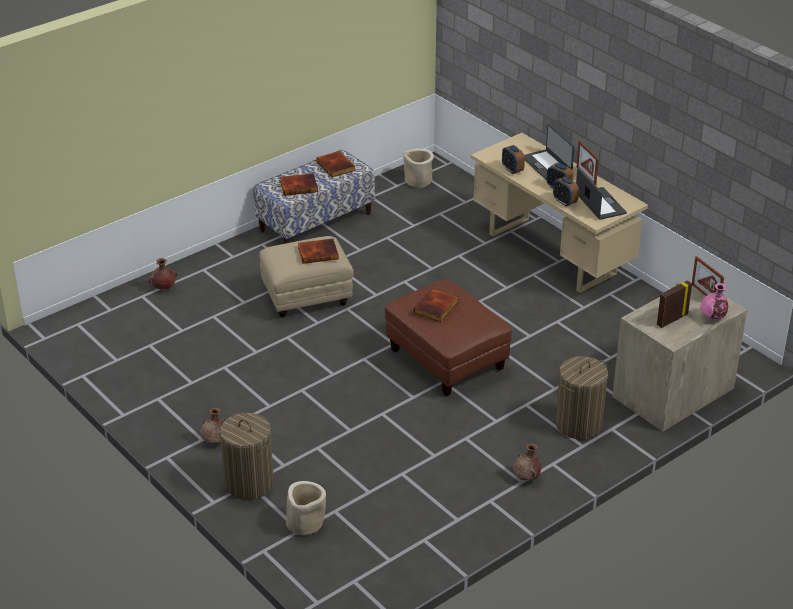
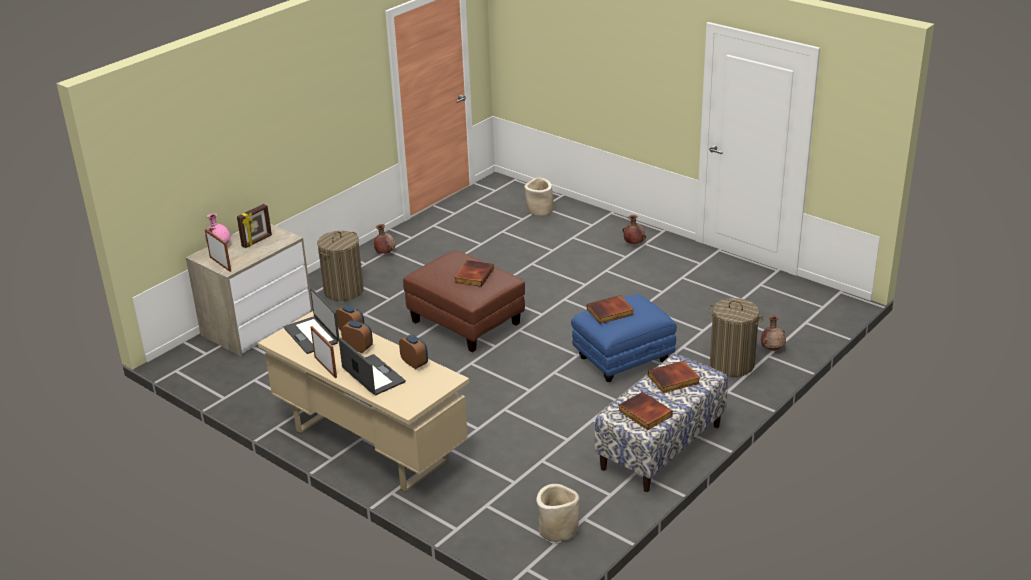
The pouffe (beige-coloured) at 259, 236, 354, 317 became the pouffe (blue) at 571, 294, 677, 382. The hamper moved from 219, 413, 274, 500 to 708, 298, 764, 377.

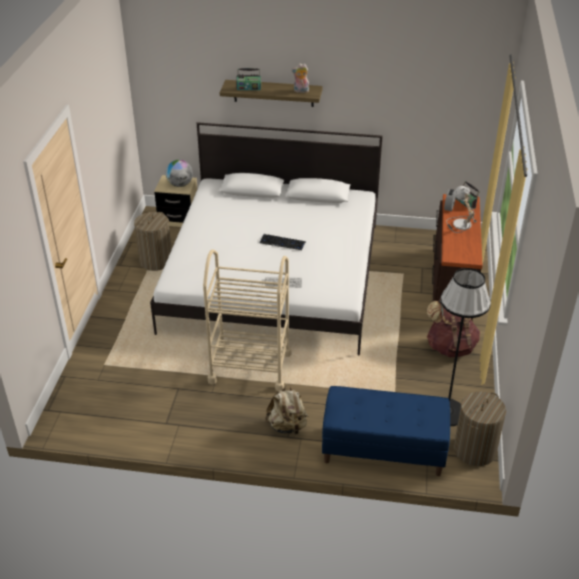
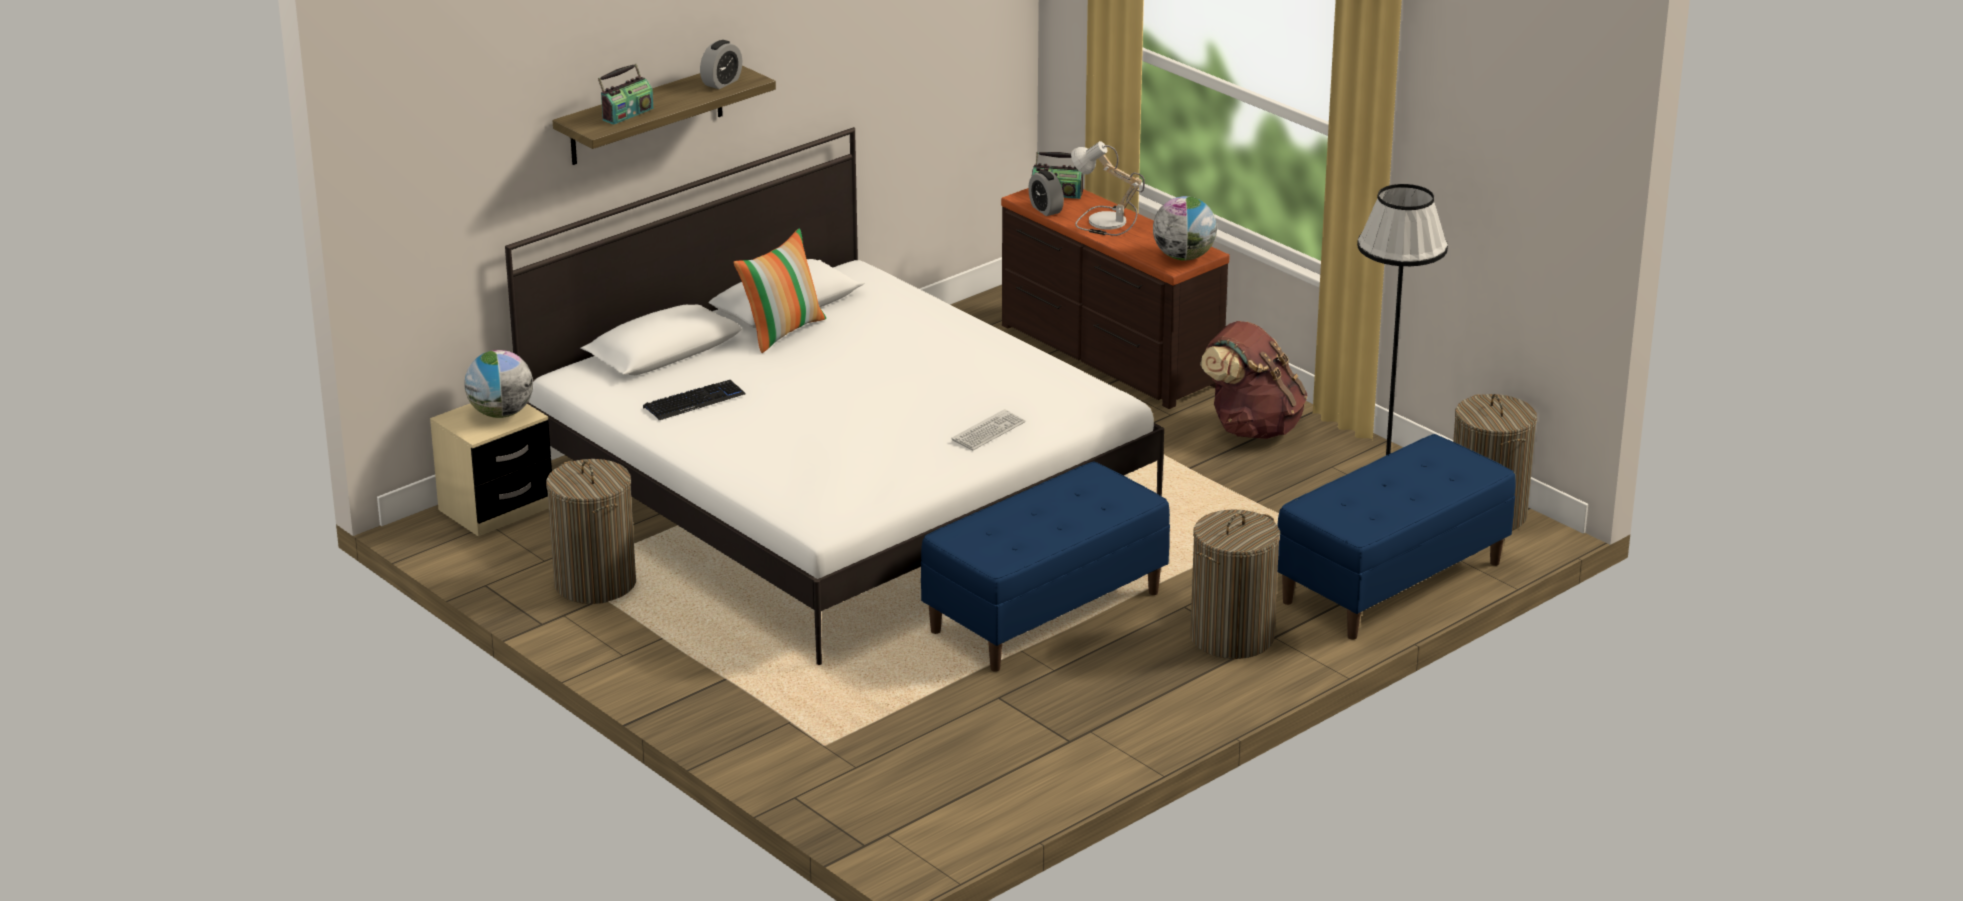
The PC keyboard moved from 260, 234, 306, 250 to 643, 380, 745, 420. The plush toy at 291, 63, 309, 94 was replaced by the bedside clock at 700, 40, 742, 89. The pillow at 733, 228, 826, 353 appeared. The trolley (beige-coloured) at 203, 249, 292, 391 was replaced by the long seat (blue) at 921, 461, 1170, 672. The world globe at 1153, 196, 1217, 261 appeared. The knapsack (beige-coloured) at 265, 384, 308, 435 was replaced by the hamper at 1190, 509, 1280, 659.

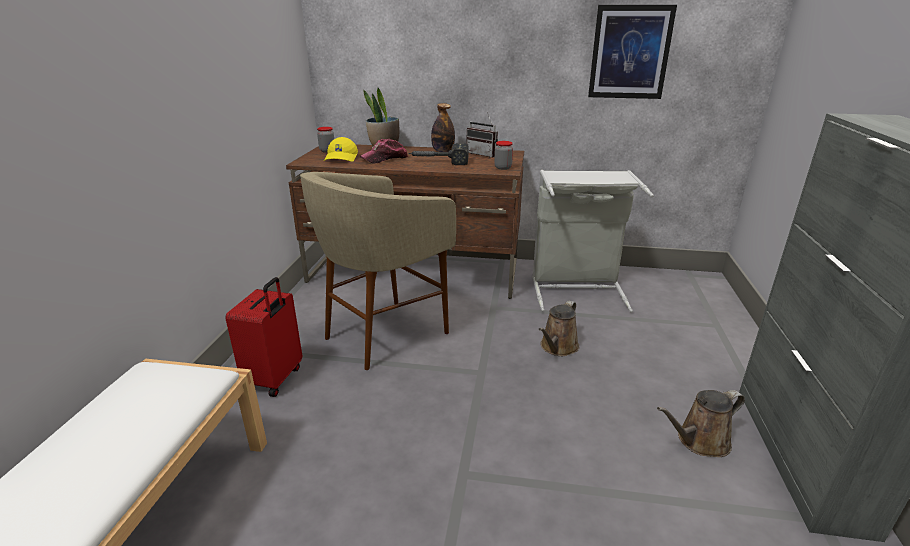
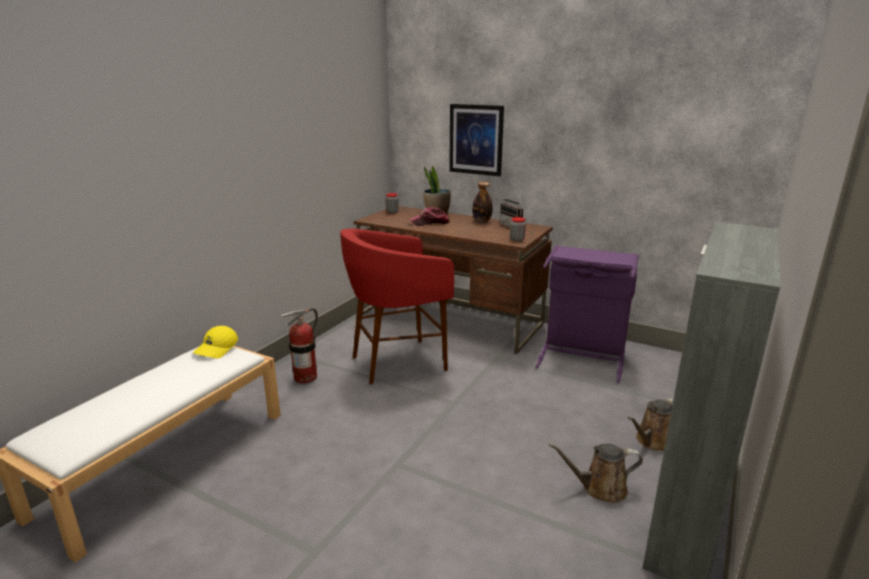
The baseball cap (yellowish) moved from 324, 137, 358, 162 to 193, 326, 238, 358. The suitcase (red) at 225, 277, 302, 397 was replaced by the fire-fighting cylinder at 280, 308, 318, 384. The stool (beige-coloured) at 300, 172, 456, 370 became the stool (red) at 340, 229, 454, 384. The wall picture moved from 588, 5, 677, 99 to 449, 104, 504, 176. The hamper (gray) at 532, 170, 654, 313 became the hamper (purplish) at 536, 245, 639, 383. The watering can (brown) moved from 538, 301, 579, 356 to 628, 397, 674, 451. The hammer at 408, 143, 468, 165 disappeared.

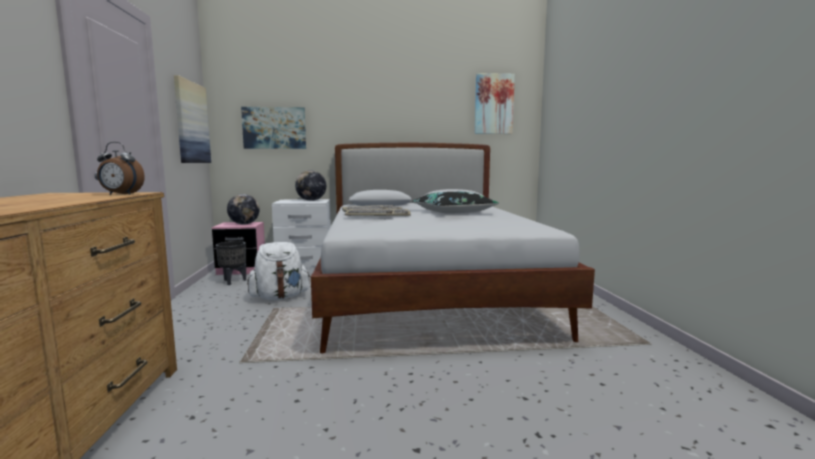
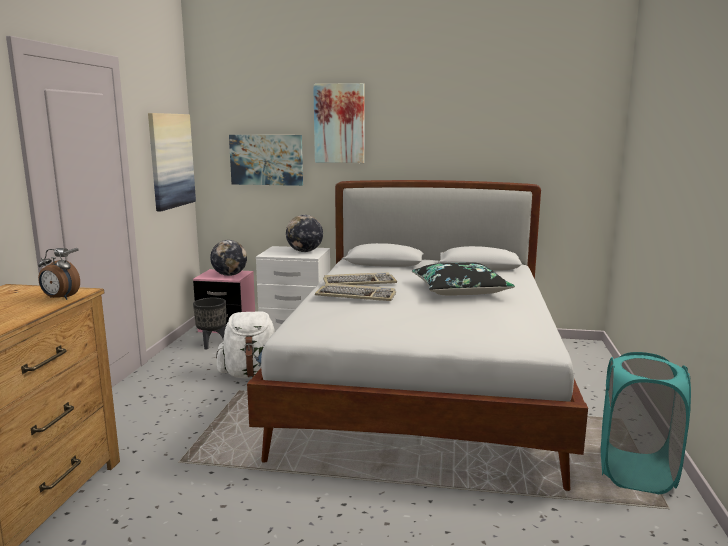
The wall picture moved from 475, 73, 515, 134 to 313, 83, 364, 163. The hamper (turquoise-coloured) at 601, 352, 691, 494 appeared.

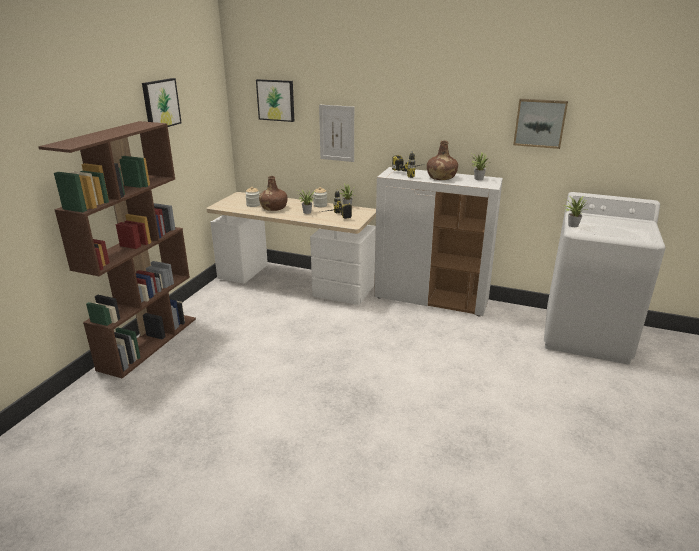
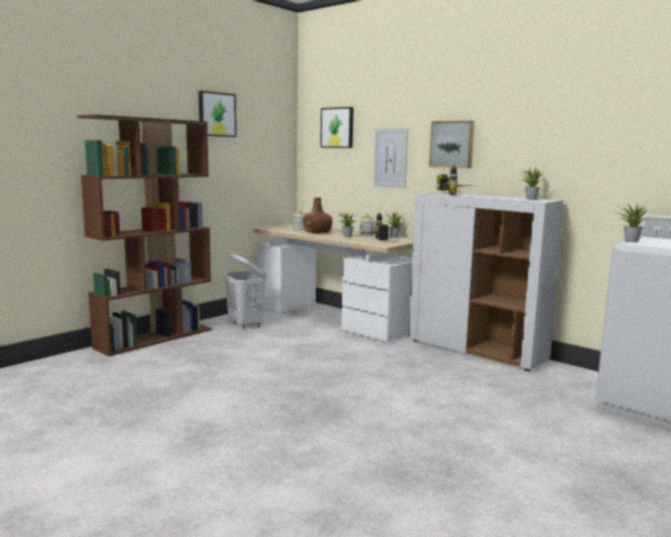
The hamper (white-coloured) at 224, 253, 267, 329 appeared. The wall picture moved from 513, 99, 568, 149 to 429, 121, 475, 168. The bottle (brown) at 427, 141, 458, 180 disappeared.

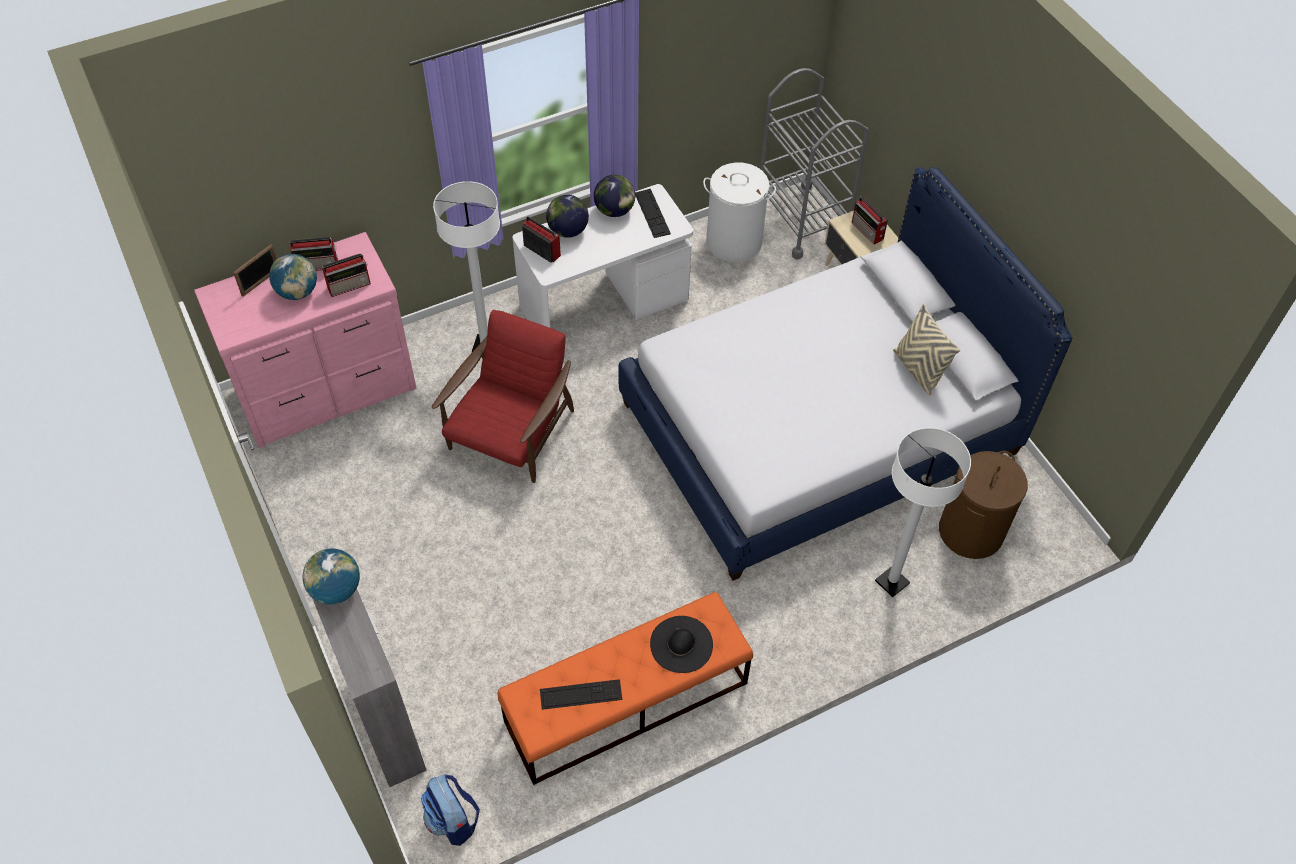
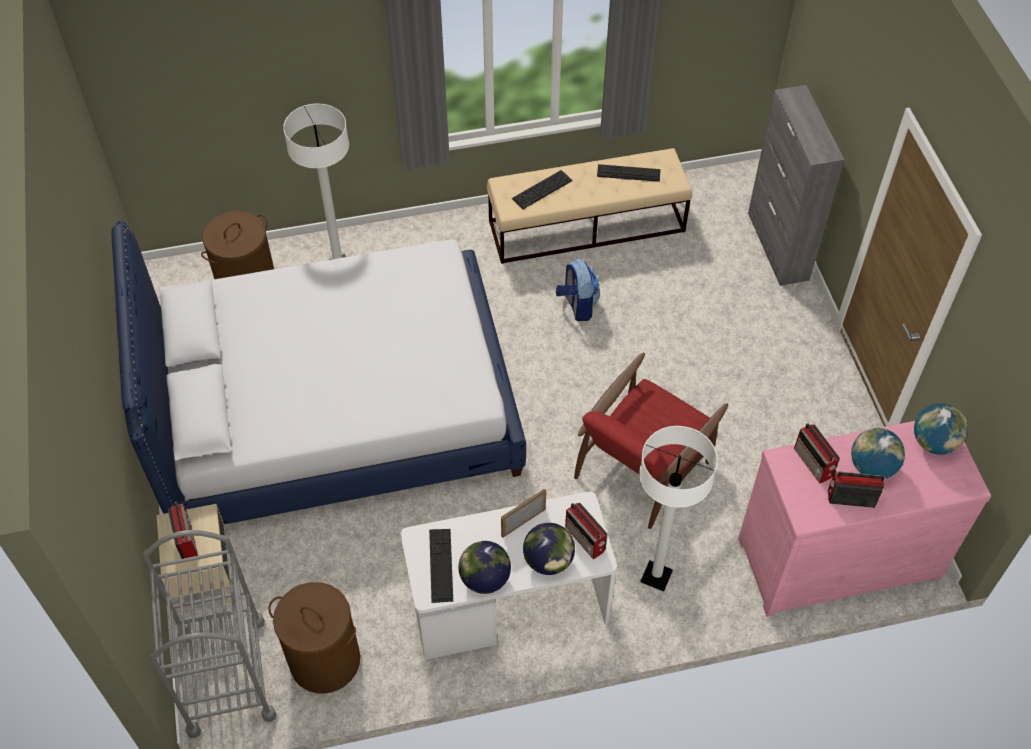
The hamper (white-coloured) at 703, 162, 776, 262 became the hamper (brown) at 269, 582, 360, 693. The long seat (orange-coloured) at 498, 592, 753, 785 became the long seat (beige-coloured) at 487, 148, 692, 264. The photo frame moved from 233, 244, 277, 297 to 501, 489, 546, 538. The wearable hat (black) at 650, 616, 713, 673 was replaced by the PC keyboard at 512, 170, 572, 209. The knapsack moved from 421, 774, 480, 846 to 556, 258, 600, 321. The radio set at 322, 254, 371, 297 turned 105 degrees counterclockwise. The world globe moved from 302, 548, 360, 604 to 914, 403, 968, 455. The pillow (beige-coloured) at 893, 304, 960, 396 disappeared.

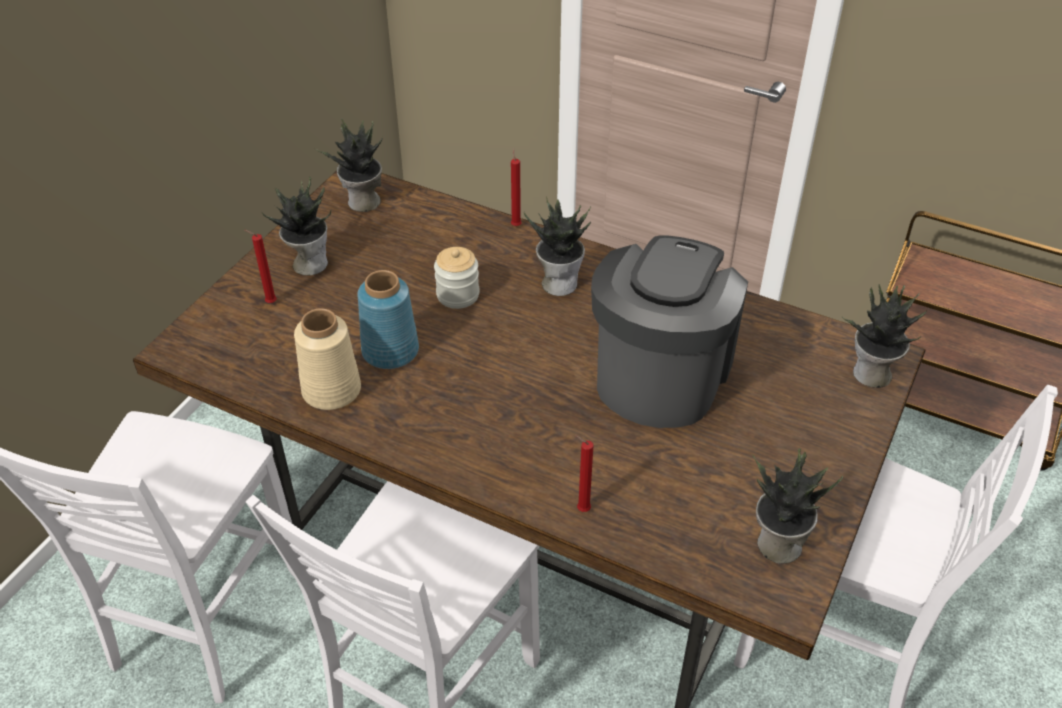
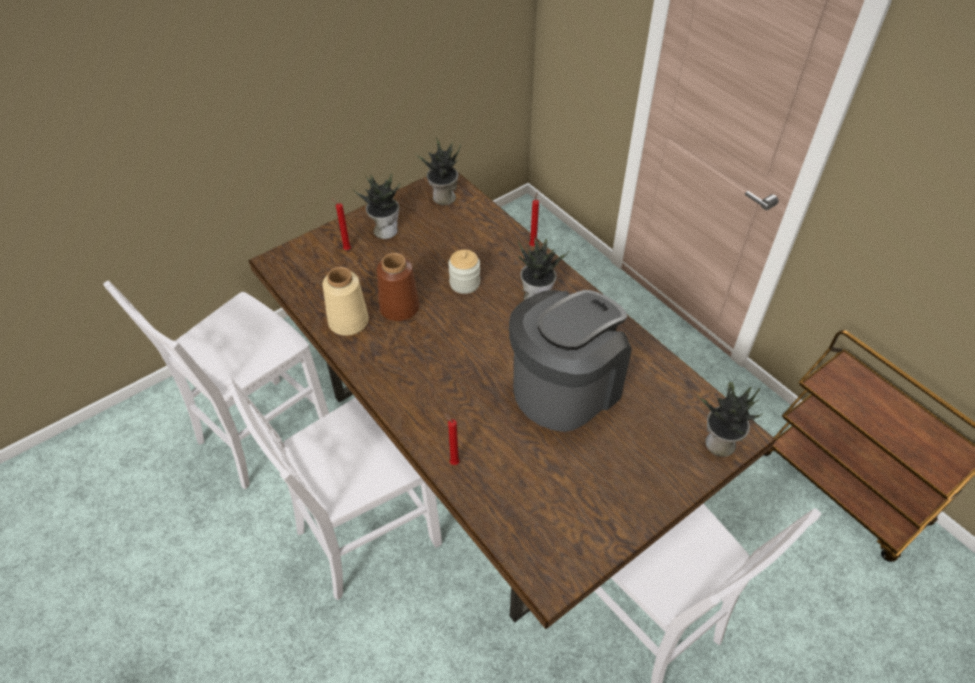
The vase (blue) at 357, 270, 419, 369 became the vase (brown) at 377, 253, 419, 321. The houseplant at 753, 448, 843, 564 disappeared.

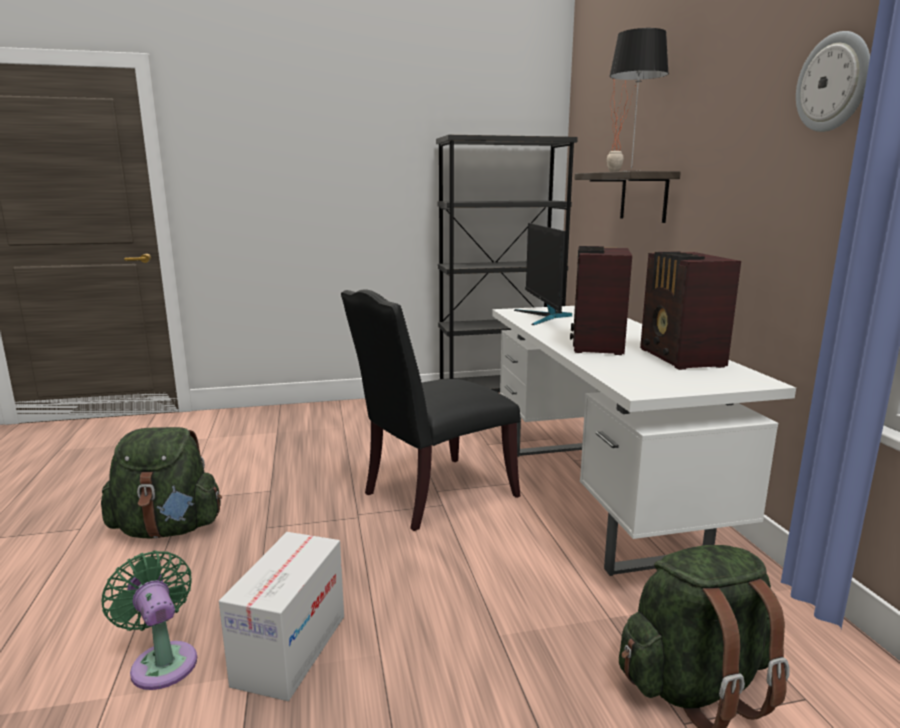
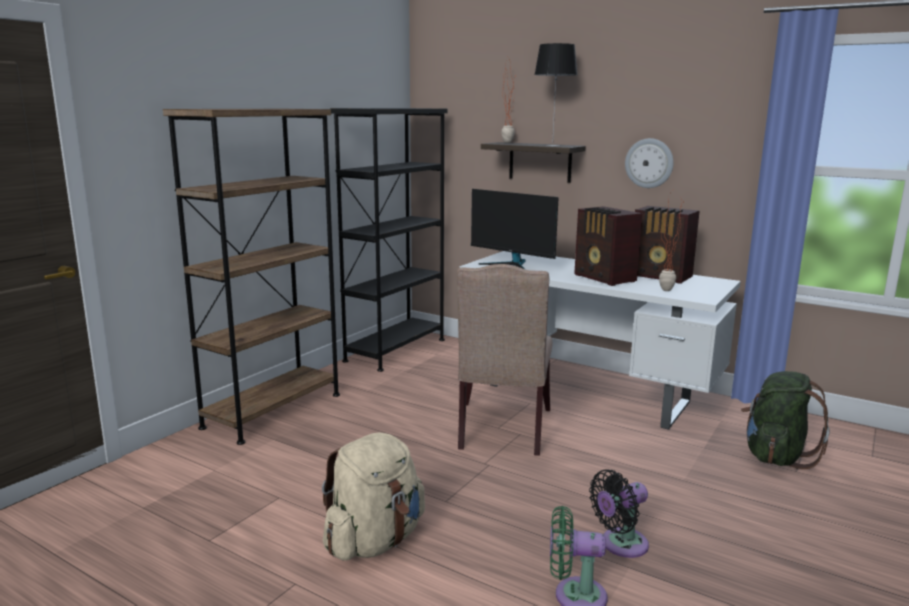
The bookcase (brown) at 163, 109, 340, 445 appeared. The knapsack (green-coloured) at 101, 427, 222, 538 became the knapsack (beige-coloured) at 322, 432, 425, 561. The chair (black) at 341, 289, 521, 531 became the chair (beige-coloured) at 457, 264, 553, 456. The cardboard box at 219, 532, 344, 701 was replaced by the electric fan (black) at 589, 469, 649, 558. The hanging clock moved from 796, 31, 870, 132 to 625, 138, 674, 188. The houseplant at 658, 191, 683, 291 appeared.

